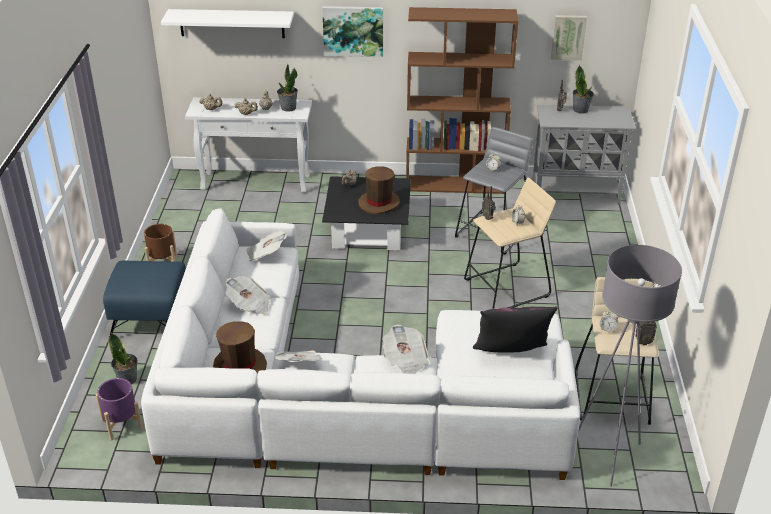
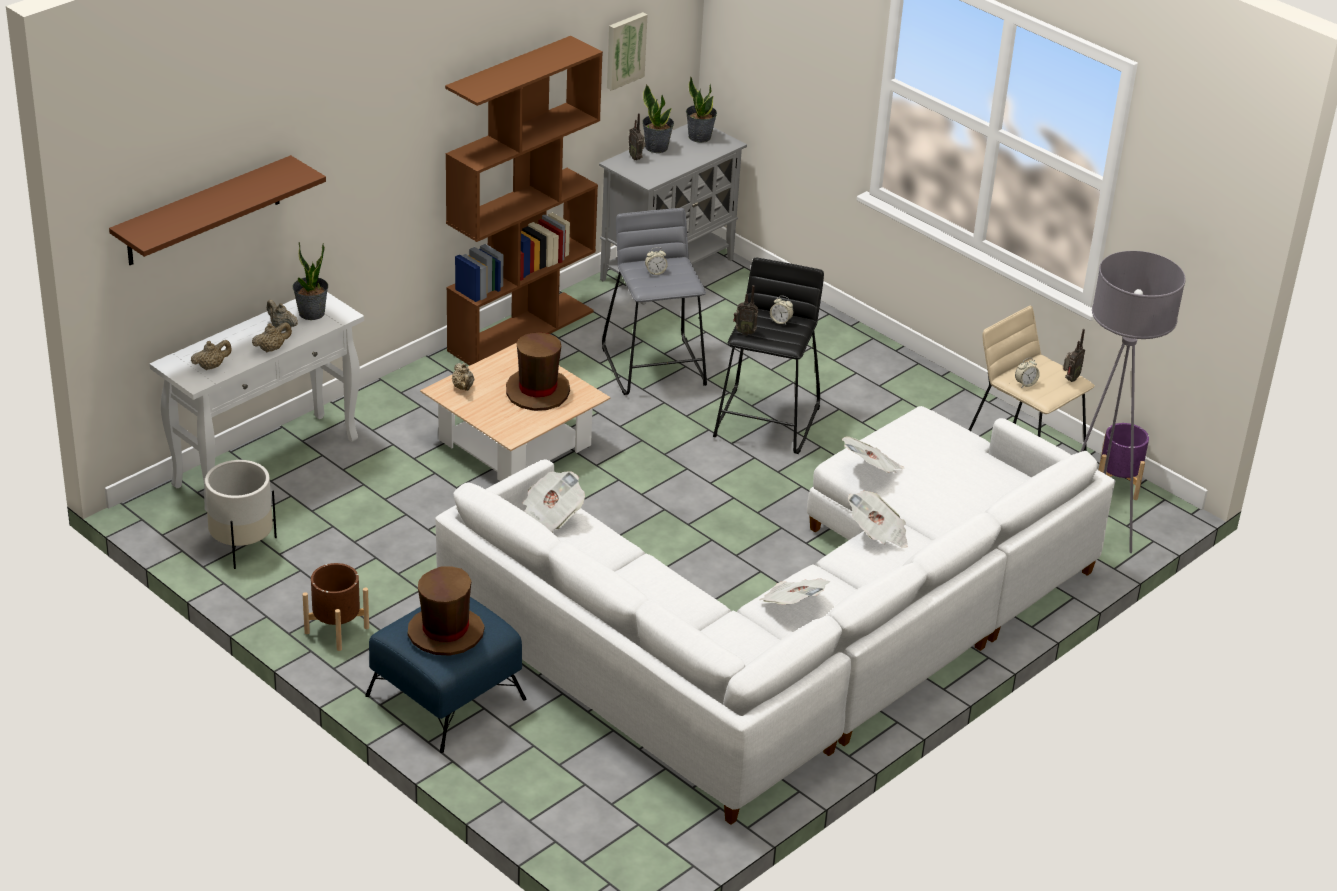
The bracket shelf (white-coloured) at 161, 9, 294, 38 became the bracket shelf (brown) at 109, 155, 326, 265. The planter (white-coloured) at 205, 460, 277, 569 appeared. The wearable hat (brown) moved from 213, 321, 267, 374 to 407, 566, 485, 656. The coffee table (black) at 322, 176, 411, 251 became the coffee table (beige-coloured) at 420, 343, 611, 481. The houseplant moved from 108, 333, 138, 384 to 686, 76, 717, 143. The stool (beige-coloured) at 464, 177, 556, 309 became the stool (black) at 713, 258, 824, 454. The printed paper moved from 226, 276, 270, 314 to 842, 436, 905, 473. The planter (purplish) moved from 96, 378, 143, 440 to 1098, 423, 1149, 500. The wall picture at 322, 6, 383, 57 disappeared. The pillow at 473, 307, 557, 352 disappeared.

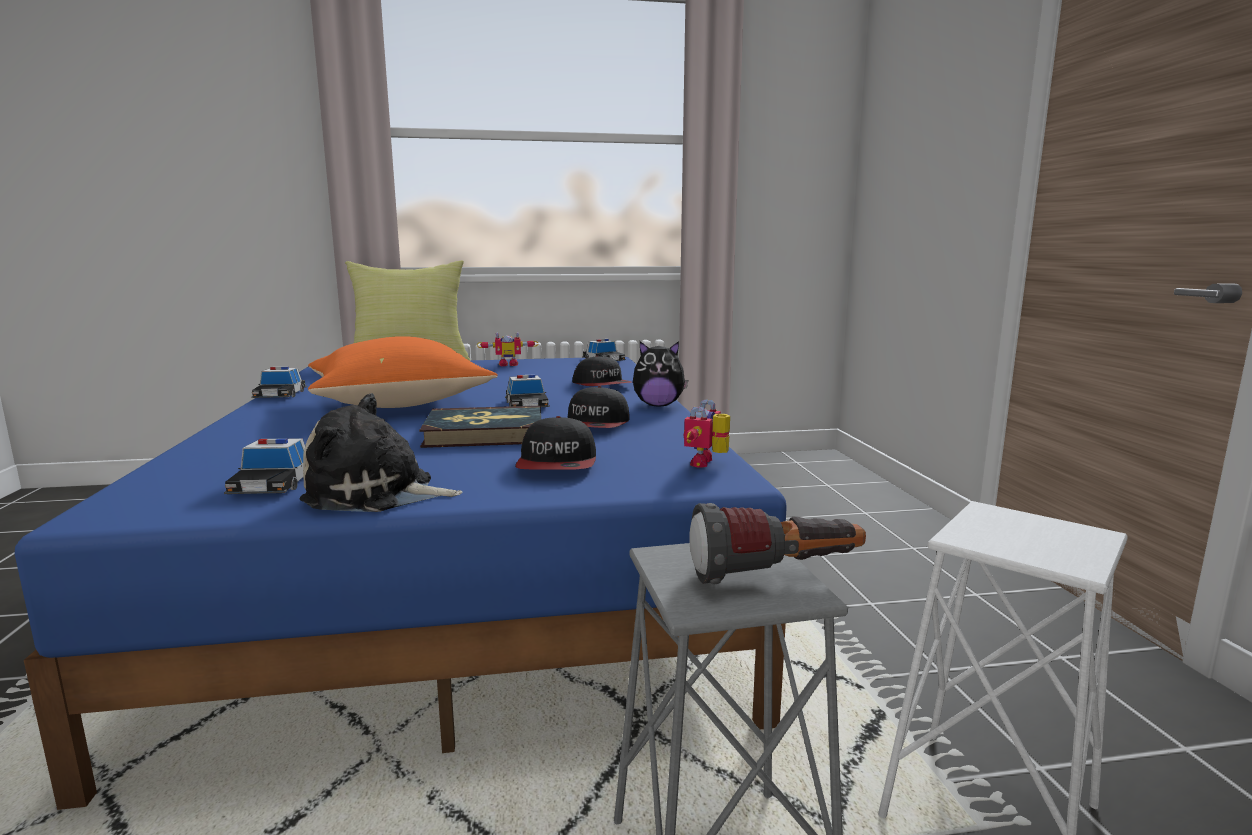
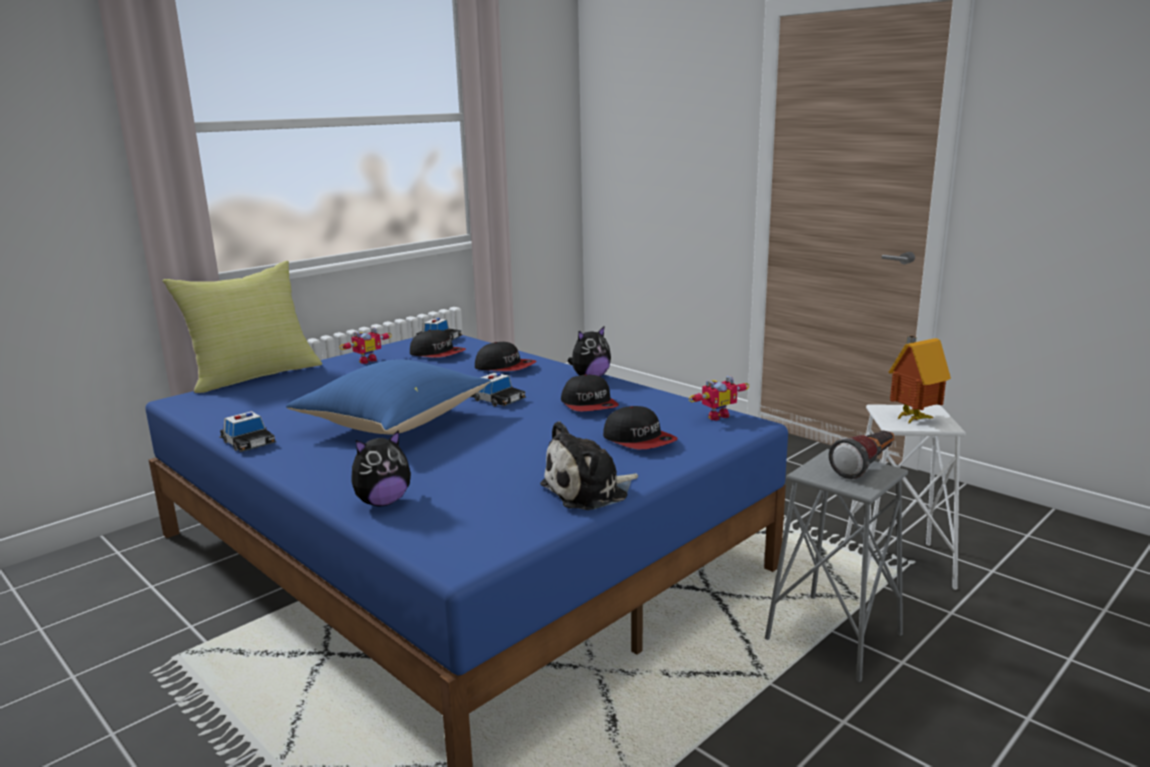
The pillow (orange-coloured) at 308, 336, 498, 408 became the pillow (blue) at 286, 359, 491, 435. The plush toy at 351, 430, 411, 506 appeared. The baseball cap at 410, 330, 466, 358 appeared. The robot figure at 684, 399, 730, 468 turned 105 degrees counterclockwise. The toy house at 888, 336, 951, 425 appeared. The model car at 224, 438, 305, 494 disappeared. The book at 419, 406, 541, 448 disappeared.

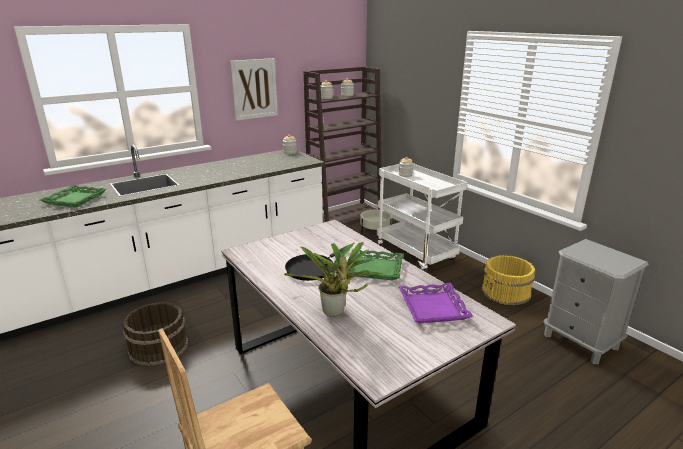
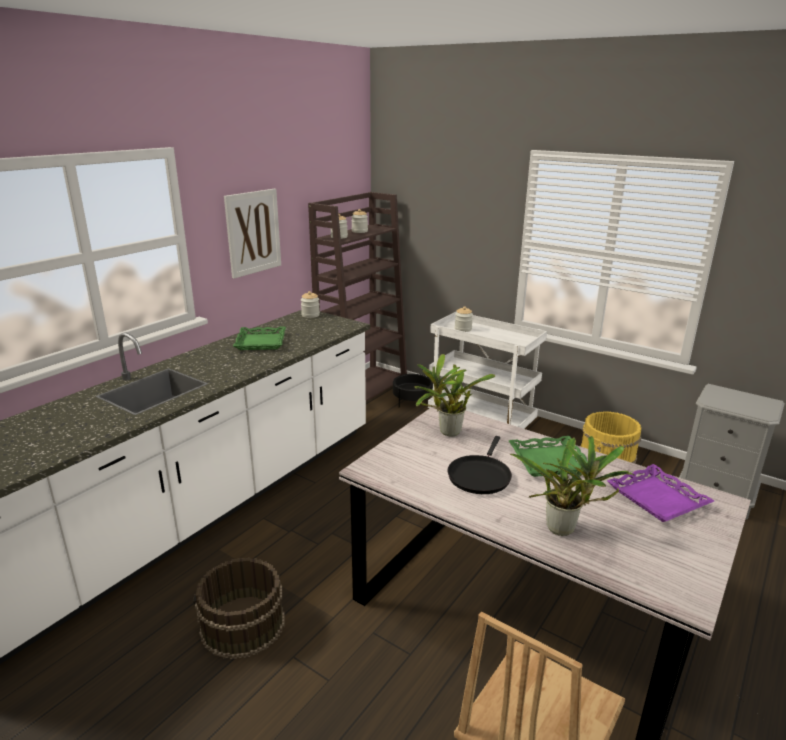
The carrying tray (green-coloured) moved from 40, 185, 106, 207 to 233, 327, 286, 350. The planter (beige-coloured) at 360, 209, 392, 230 became the planter (black) at 393, 374, 433, 407. The houseplant at 414, 354, 495, 437 appeared.

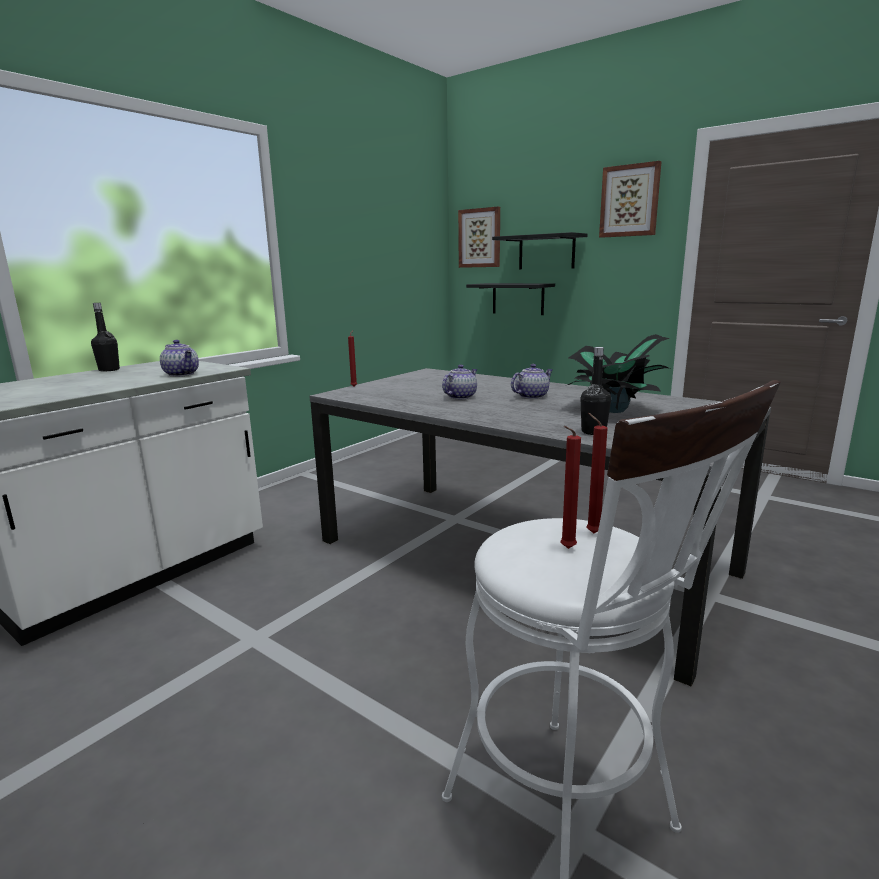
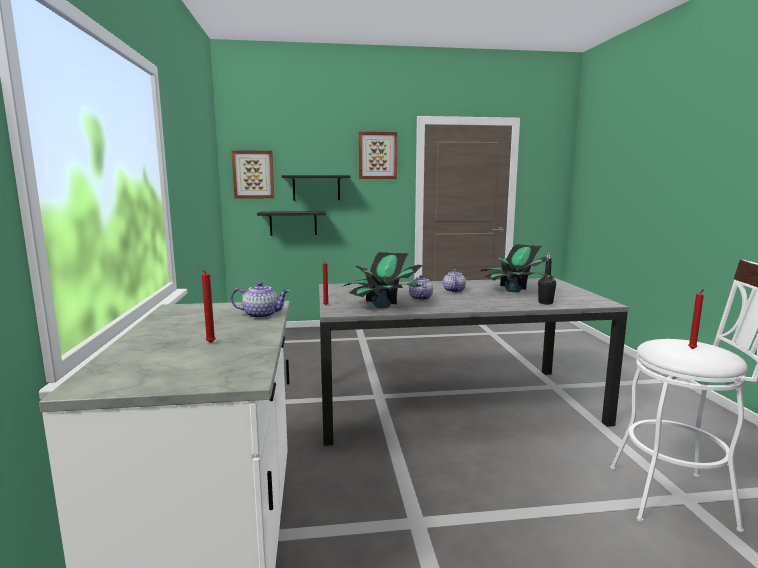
The wax candle (red) moved from 586, 413, 608, 533 to 197, 267, 216, 343. The houseplant at 342, 252, 423, 308 appeared. The bottle (black) at 91, 303, 120, 372 disappeared.

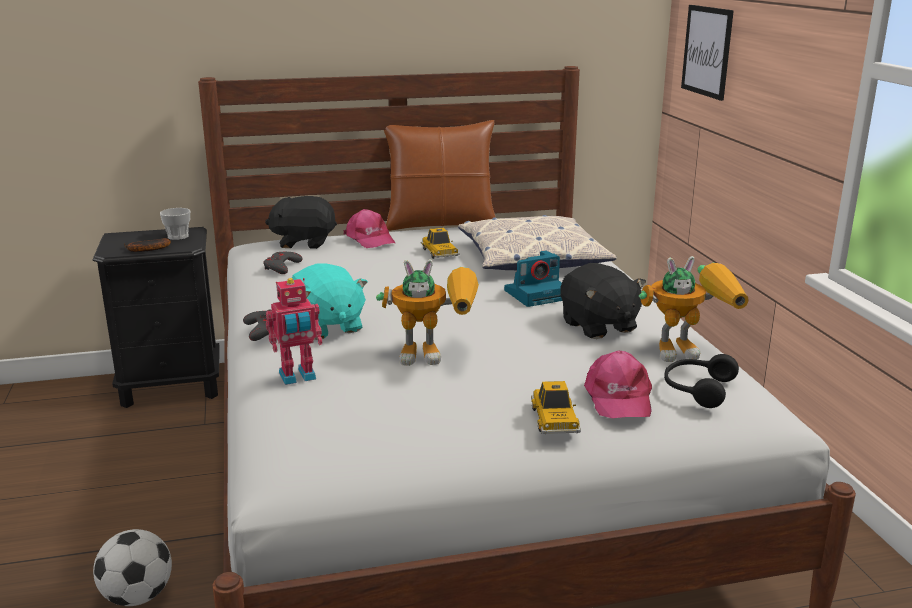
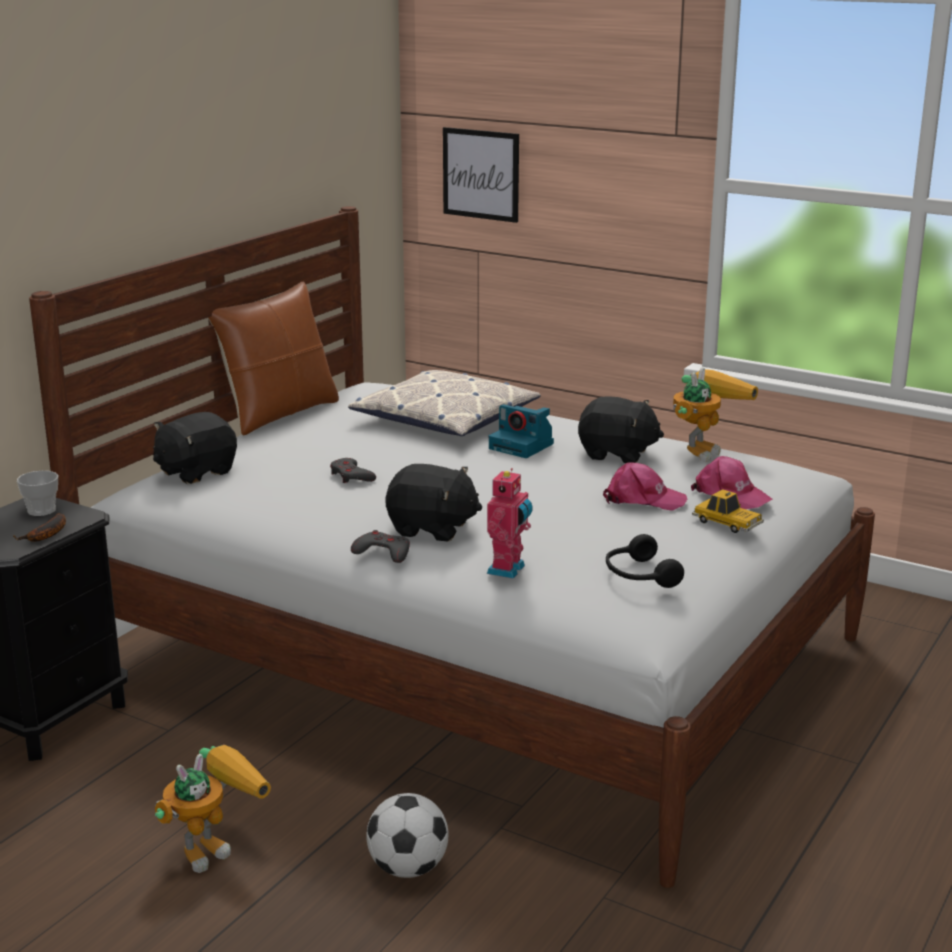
The robot figure moved from 376, 259, 479, 366 to 155, 745, 271, 873. The game controller (gray) moved from 263, 252, 303, 274 to 330, 458, 376, 483. The plush toy (turquoise-coloured) at 292, 263, 368, 340 became the plush toy (black) at 385, 464, 483, 541. The photo camera at 504, 250, 562, 307 turned 105 degrees clockwise. The baseball cap (pink) moved from 343, 209, 395, 248 to 603, 462, 687, 511. The pair of headphones (black) moved from 664, 354, 739, 408 to 606, 534, 684, 588. The model car at 421, 228, 460, 259 disappeared.

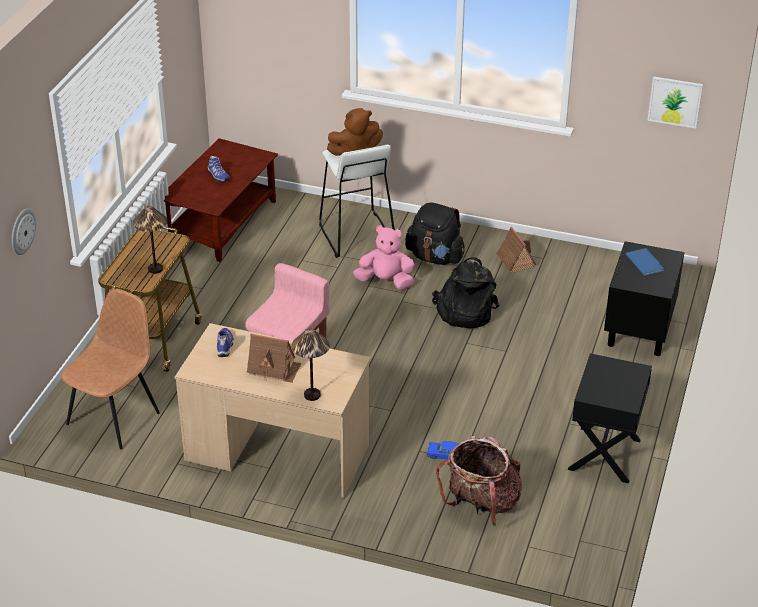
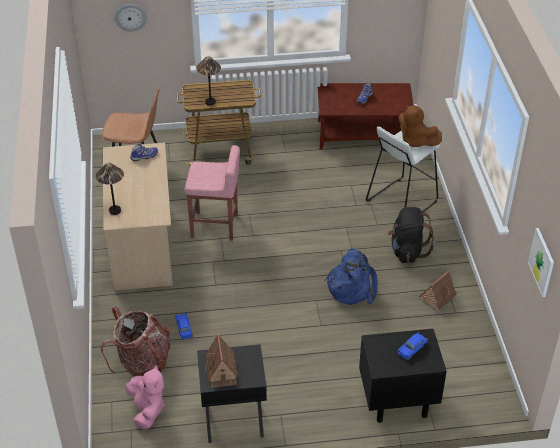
The plush toy (pink) moved from 353, 225, 415, 290 to 126, 365, 164, 430. The toy house moved from 247, 334, 302, 383 to 204, 334, 238, 388. The knapsack (black) at 432, 257, 499, 328 became the knapsack (blue) at 324, 248, 378, 305. The book (blue) at 626, 248, 664, 276 was replaced by the model car (blue) at 397, 332, 428, 360.

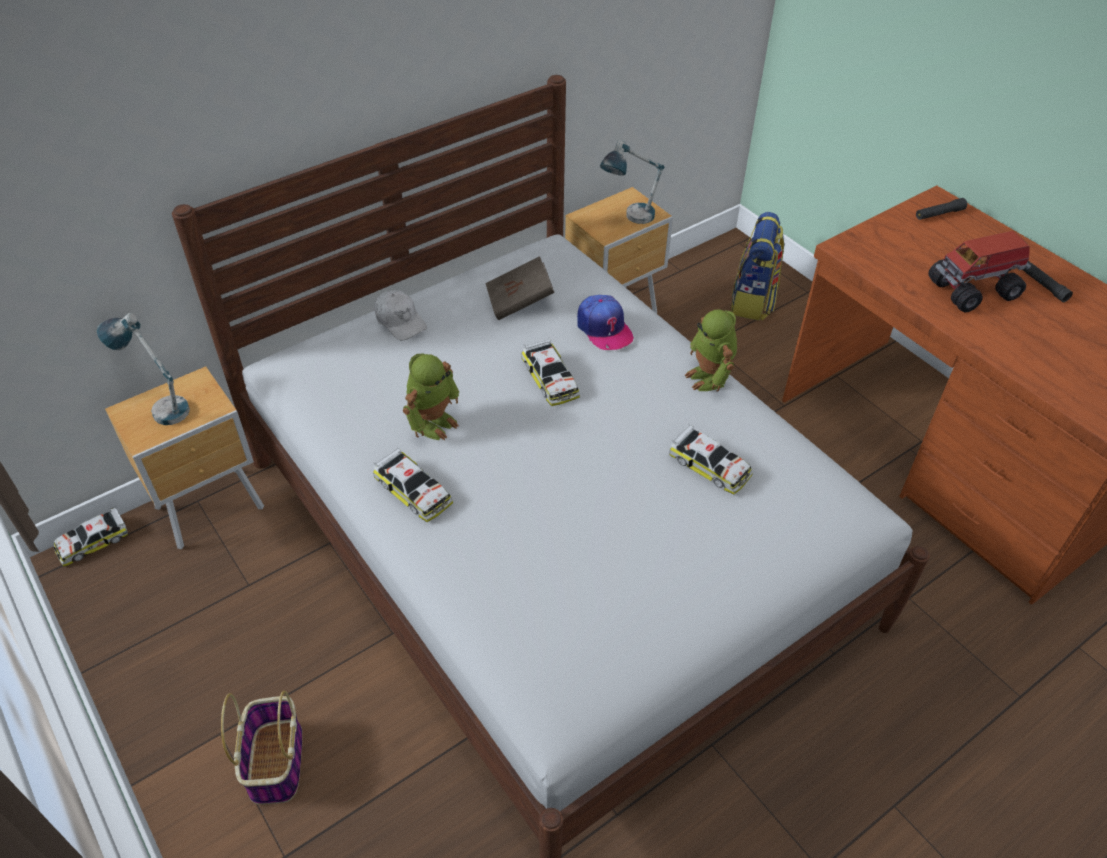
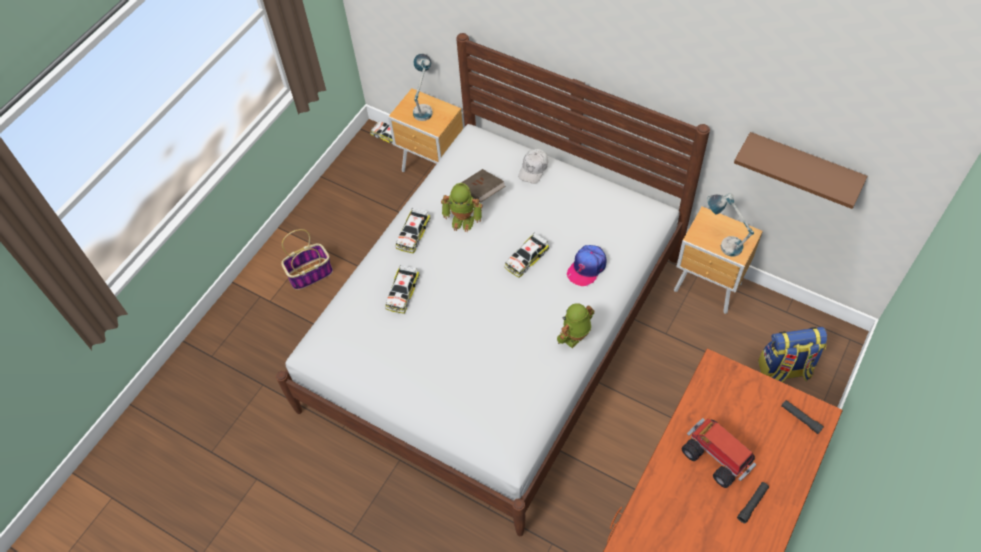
The model car moved from 669, 424, 753, 495 to 385, 264, 419, 314. The book (brown) moved from 485, 256, 555, 320 to 461, 169, 506, 202. The bracket shelf (brown) at 734, 132, 868, 209 appeared.

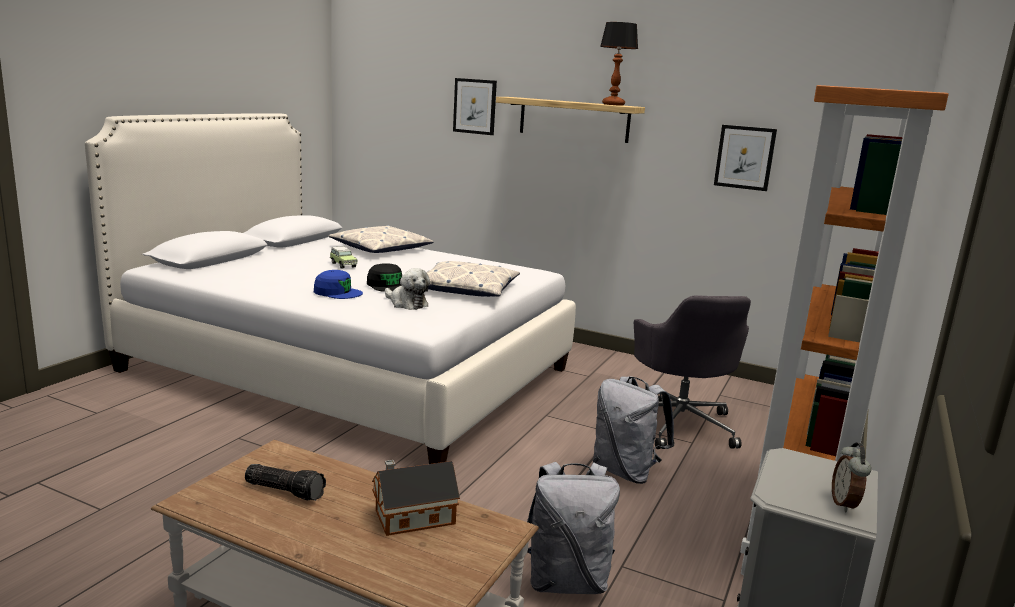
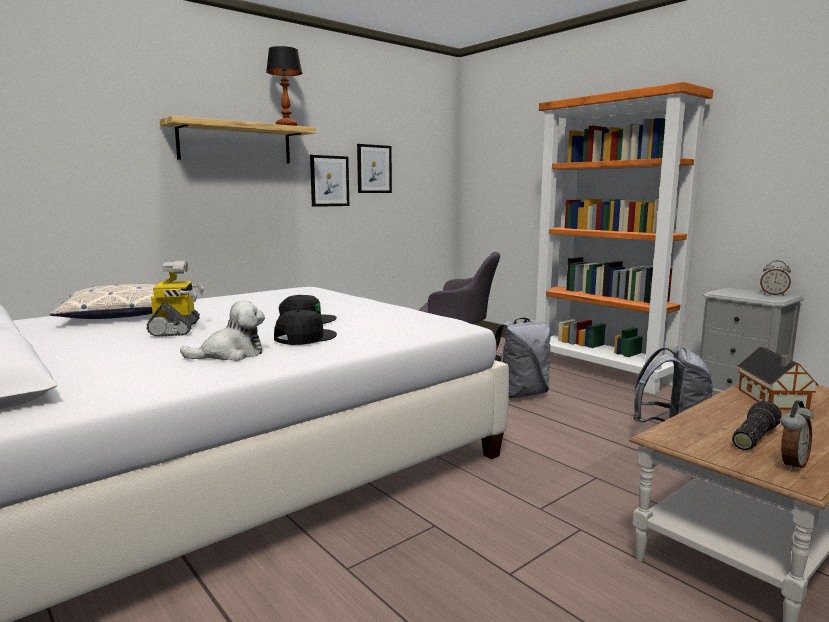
The model car at 330, 246, 357, 269 was replaced by the robot figure at 146, 261, 204, 336. The plush toy moved from 385, 268, 430, 310 to 180, 300, 265, 361. The baseball cap (blue) at 314, 270, 363, 299 became the baseball cap (black) at 274, 310, 337, 345. The wall picture moved from 453, 78, 497, 135 to 310, 155, 349, 207. The bedside clock at 781, 400, 814, 471 appeared. The pillow at 426, 261, 520, 297 disappeared.

